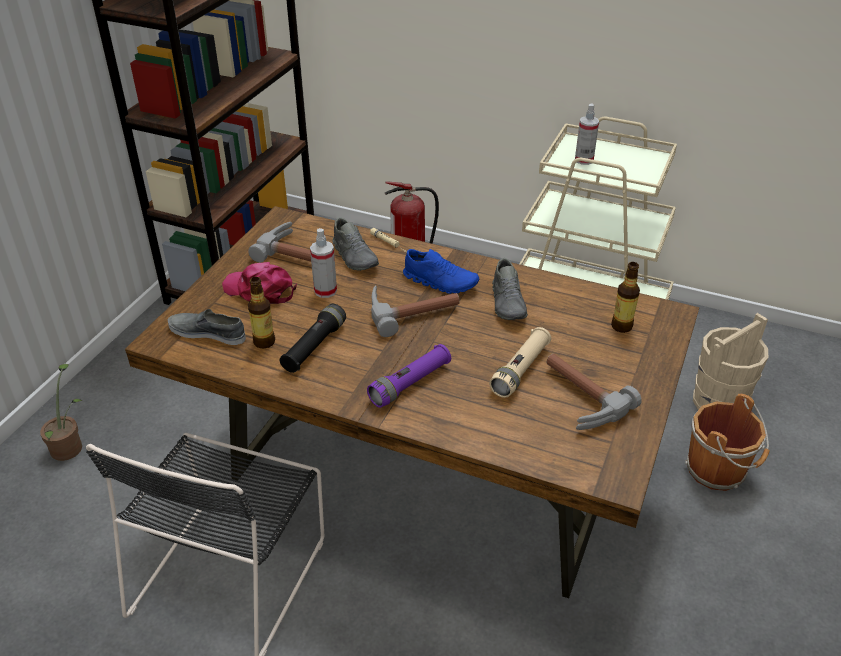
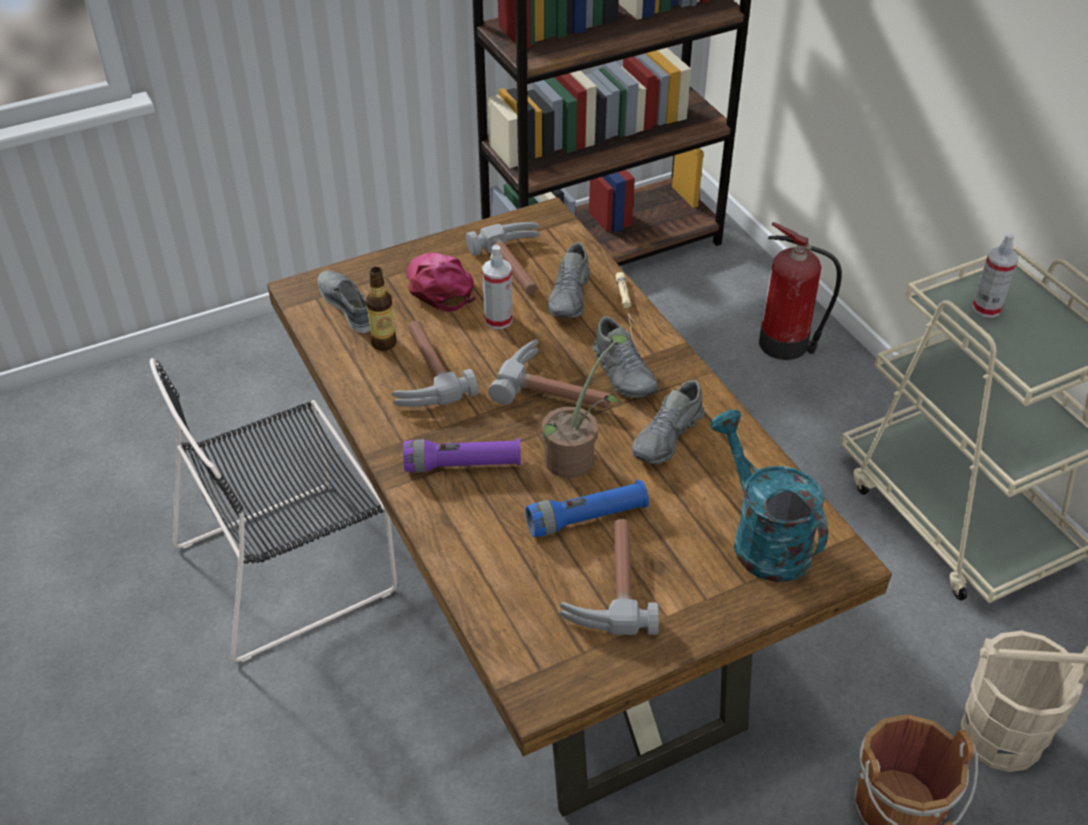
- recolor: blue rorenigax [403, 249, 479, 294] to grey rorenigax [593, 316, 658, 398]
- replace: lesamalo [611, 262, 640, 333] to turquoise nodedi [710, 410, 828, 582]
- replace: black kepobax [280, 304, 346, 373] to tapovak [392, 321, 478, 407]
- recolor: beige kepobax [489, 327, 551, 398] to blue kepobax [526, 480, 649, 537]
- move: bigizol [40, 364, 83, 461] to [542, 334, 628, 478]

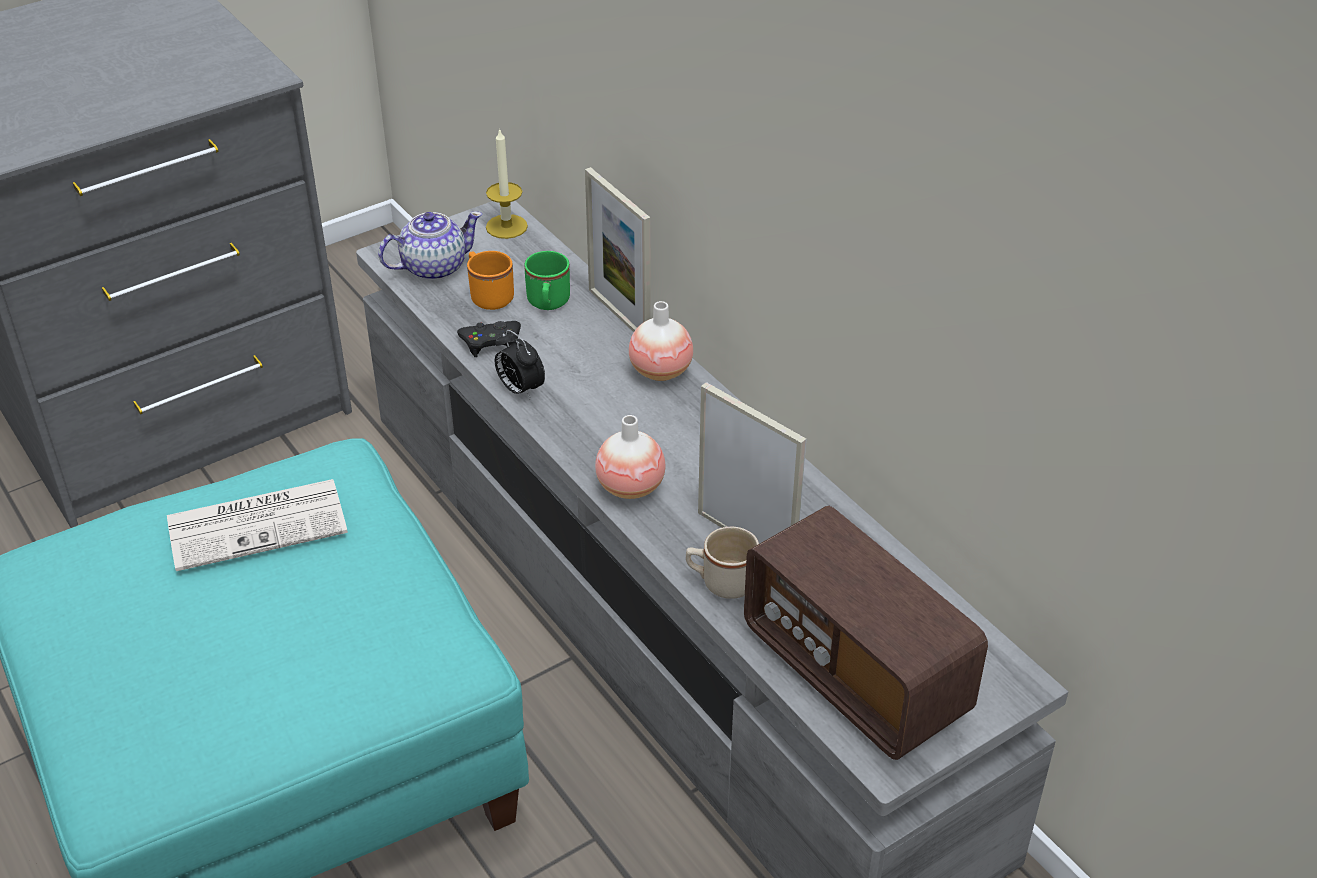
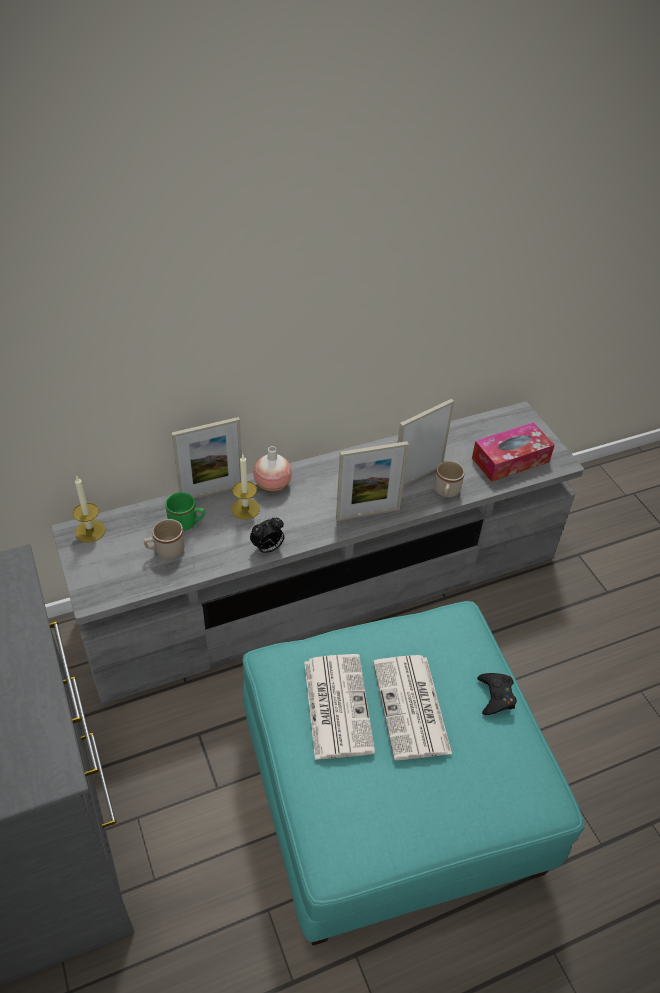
- delete: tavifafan [378, 211, 482, 280]
- recolor: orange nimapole [467, 251, 514, 310] to beige nimapole [144, 519, 185, 559]
- move: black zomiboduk [457, 321, 521, 357] to [477, 673, 517, 715]
- replace: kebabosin [595, 415, 666, 499] to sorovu [336, 441, 409, 521]
- replace: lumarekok [744, 506, 988, 760] to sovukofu [472, 422, 555, 482]
- insert: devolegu [232, 455, 260, 520]
- insert: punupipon [373, 655, 452, 760]

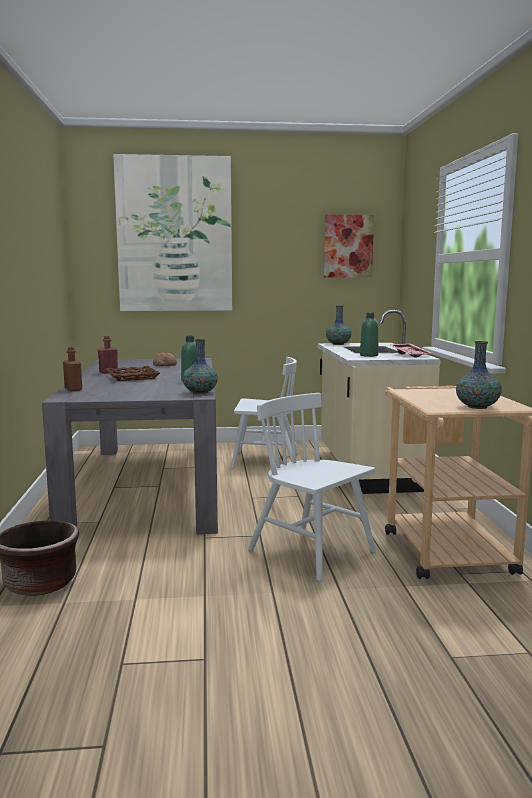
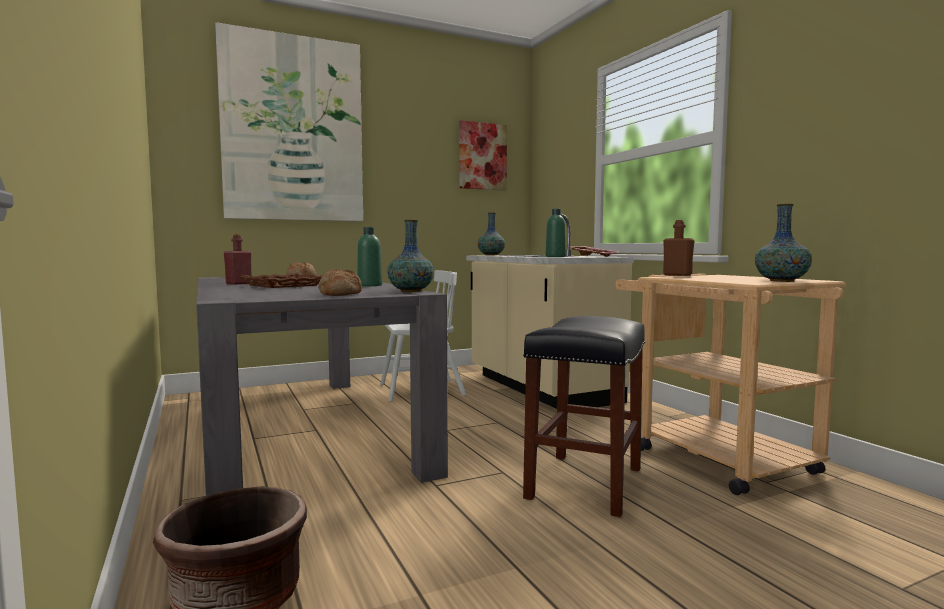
- move: brown lesamalo [63, 346, 82, 391] to [663, 220, 695, 276]
- replace: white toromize [248, 393, 376, 581] to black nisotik [523, 316, 645, 517]
- insert: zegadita [319, 269, 362, 296]

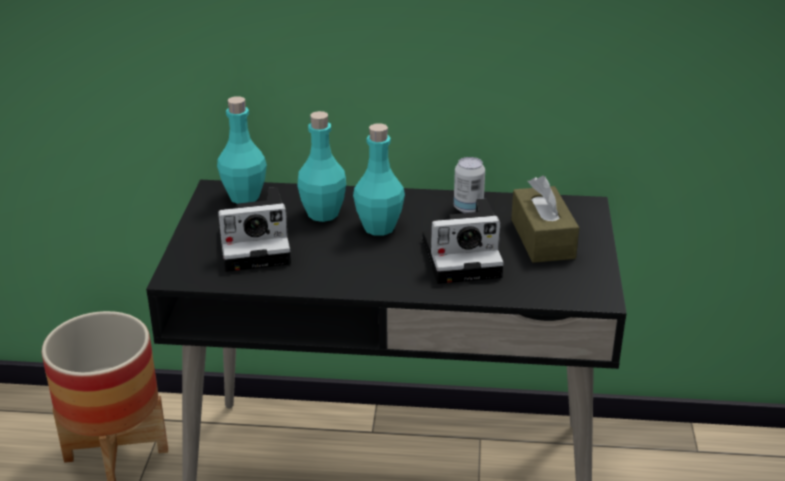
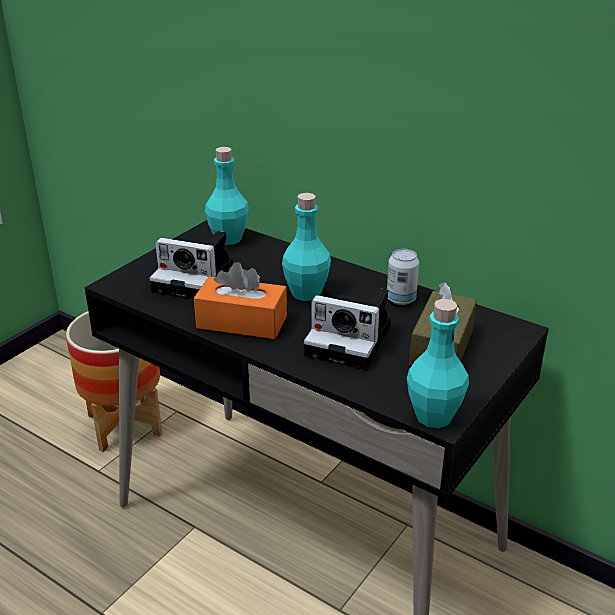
- move: turquoise lesamalo [298, 111, 346, 222] to [407, 299, 469, 428]
- insert: orange sovukofu [194, 262, 287, 339]

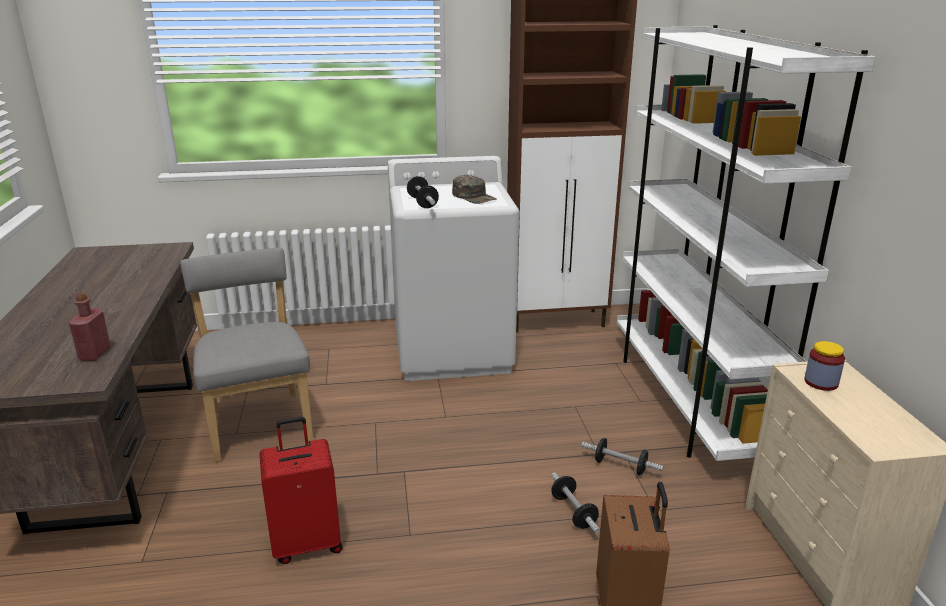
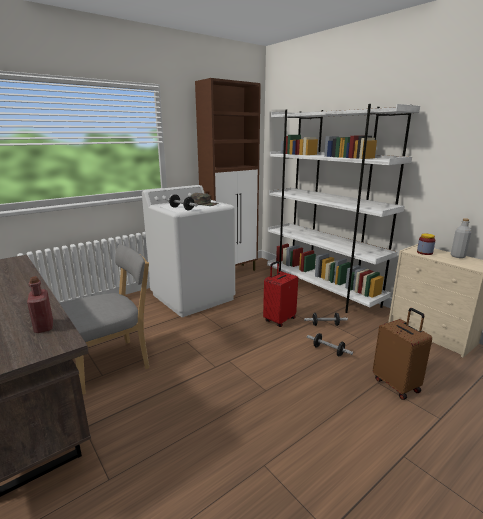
- rotate: grey toromize [180, 248, 313, 462] = [59, 244, 149, 395] 105 degrees clockwise
- move: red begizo [259, 417, 343, 564] to [263, 261, 298, 327]
- insert: grey lesamalo [451, 218, 472, 258]

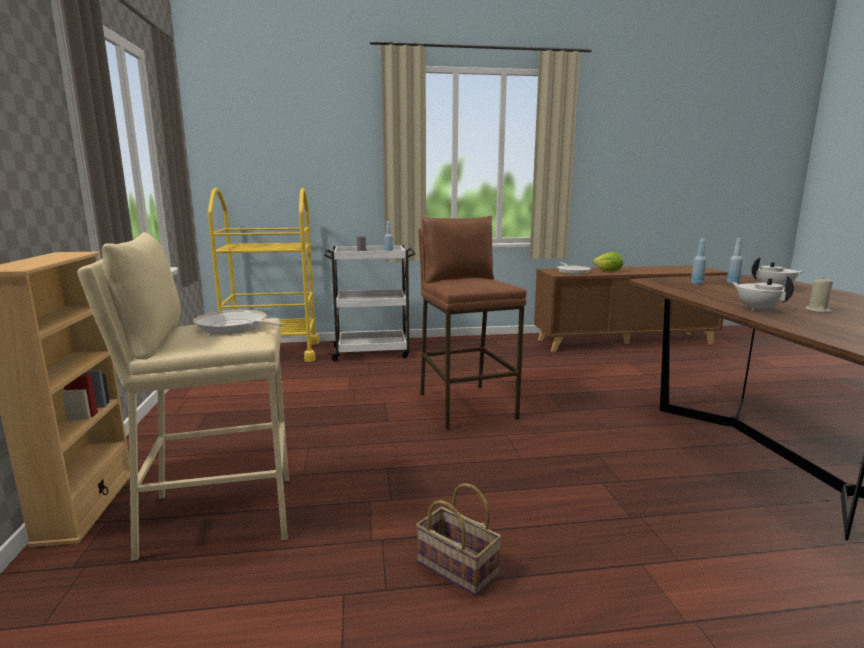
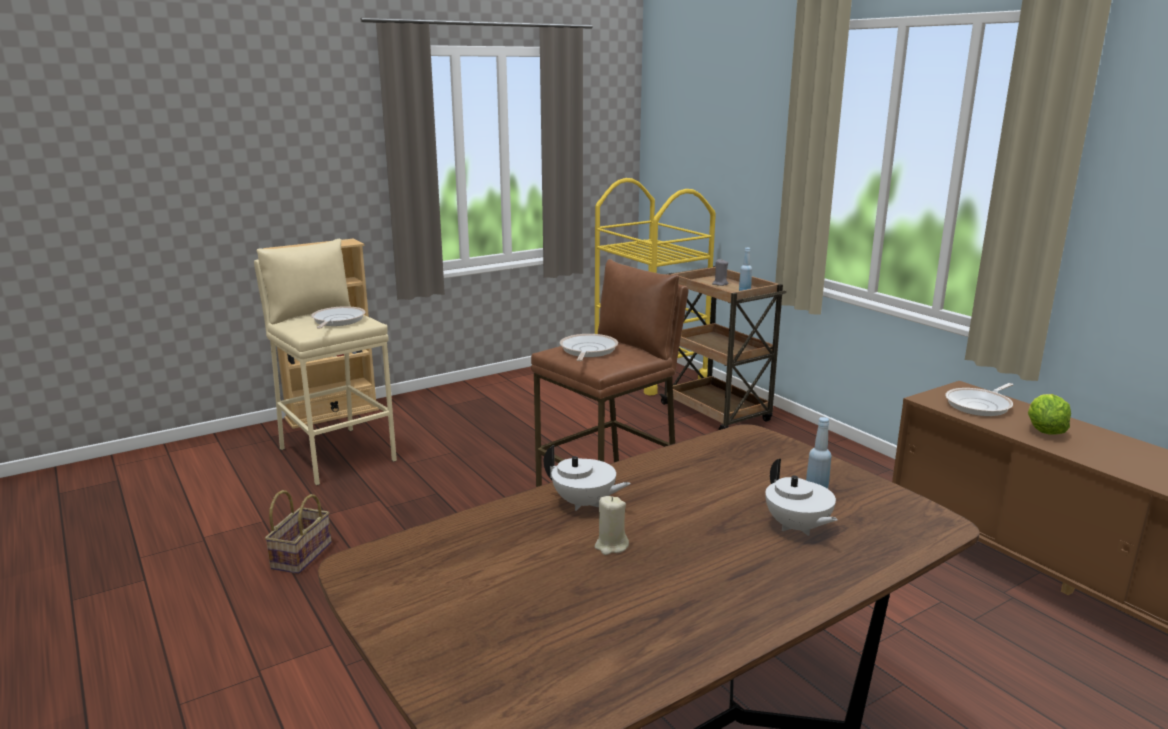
- delete: blue lesamalo [691, 238, 707, 284]
- recolor: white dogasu [324, 245, 415, 361] to brown dogasu [659, 266, 787, 430]
- rotate: white tavifafan [732, 275, 794, 312] = [544, 445, 631, 511] 75 degrees clockwise
- insert: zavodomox [560, 334, 618, 361]

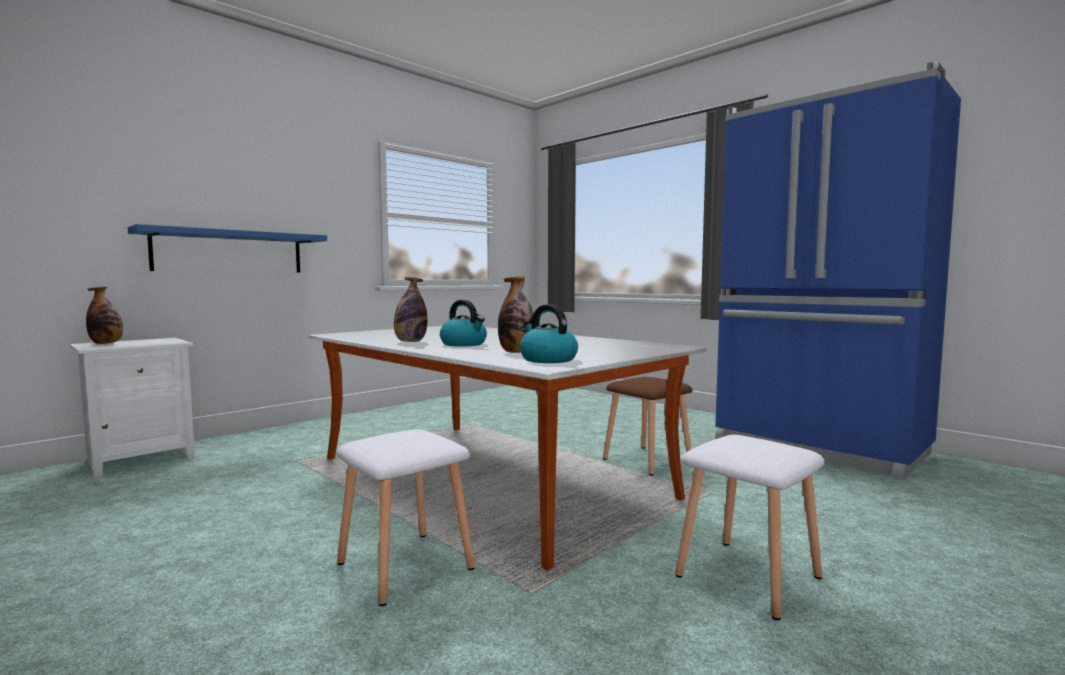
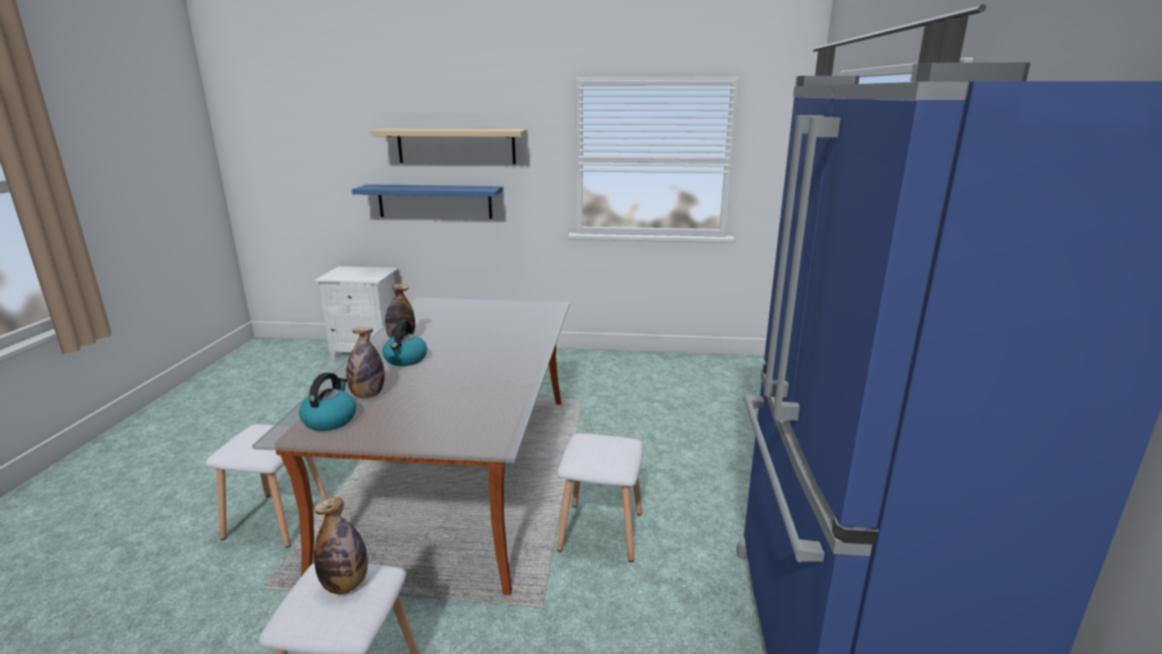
- move: lesamalo [86, 286, 123, 344] to [314, 497, 368, 594]
- recolor: brown nisotik [603, 377, 693, 475] to white nisotik [557, 433, 643, 562]
- insert: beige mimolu [371, 128, 527, 164]

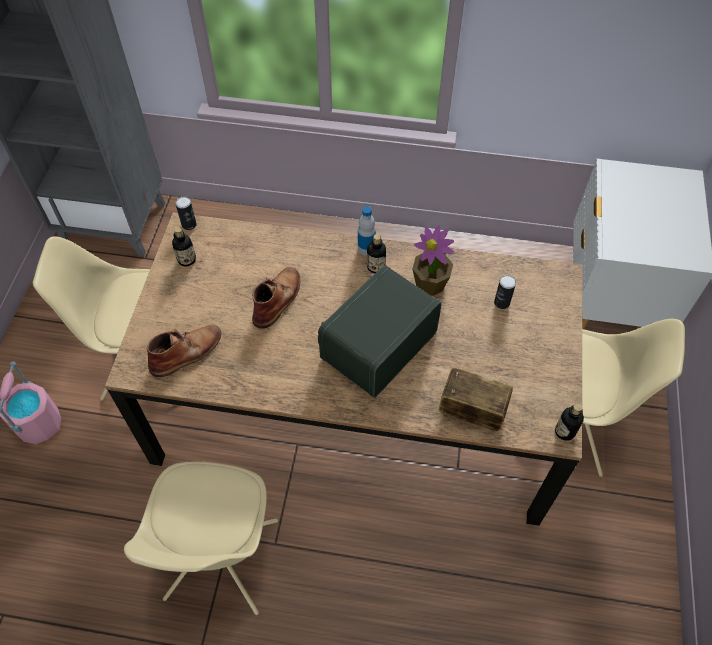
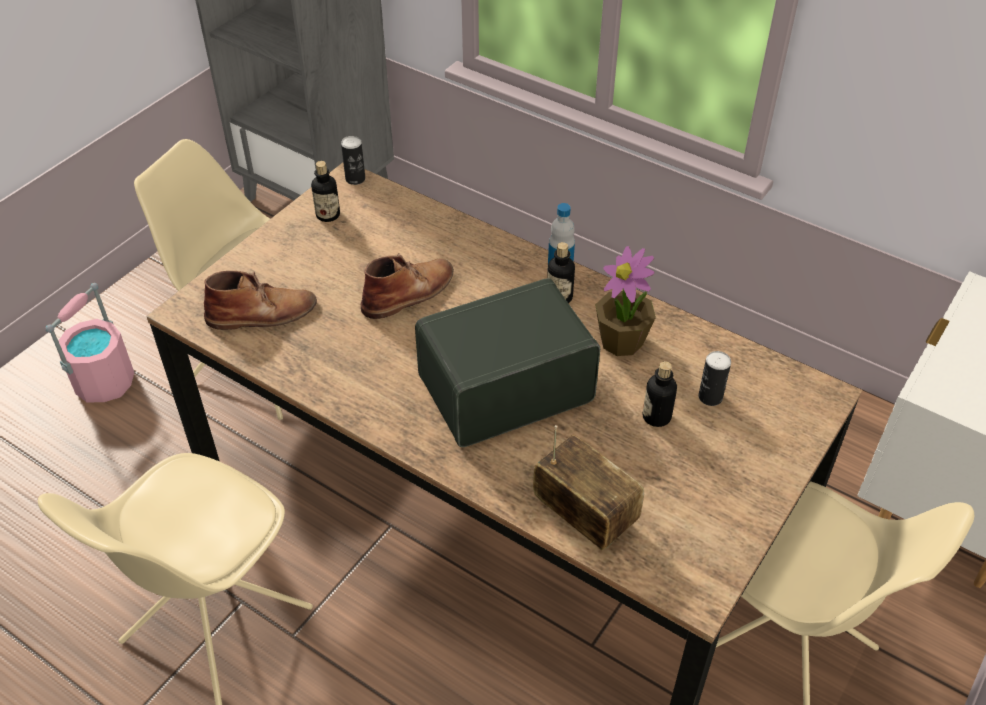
- move: lesamalo [555, 403, 584, 441] to [643, 361, 677, 427]

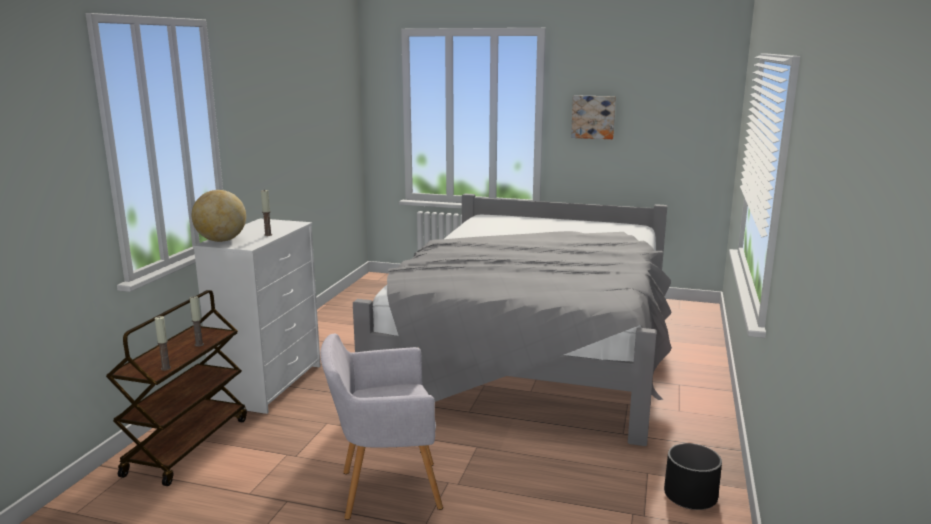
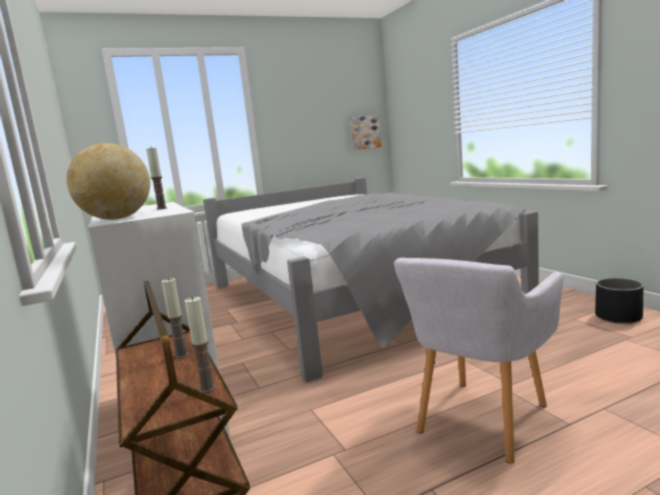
- move: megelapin [571, 95, 616, 139] to [350, 115, 381, 150]

